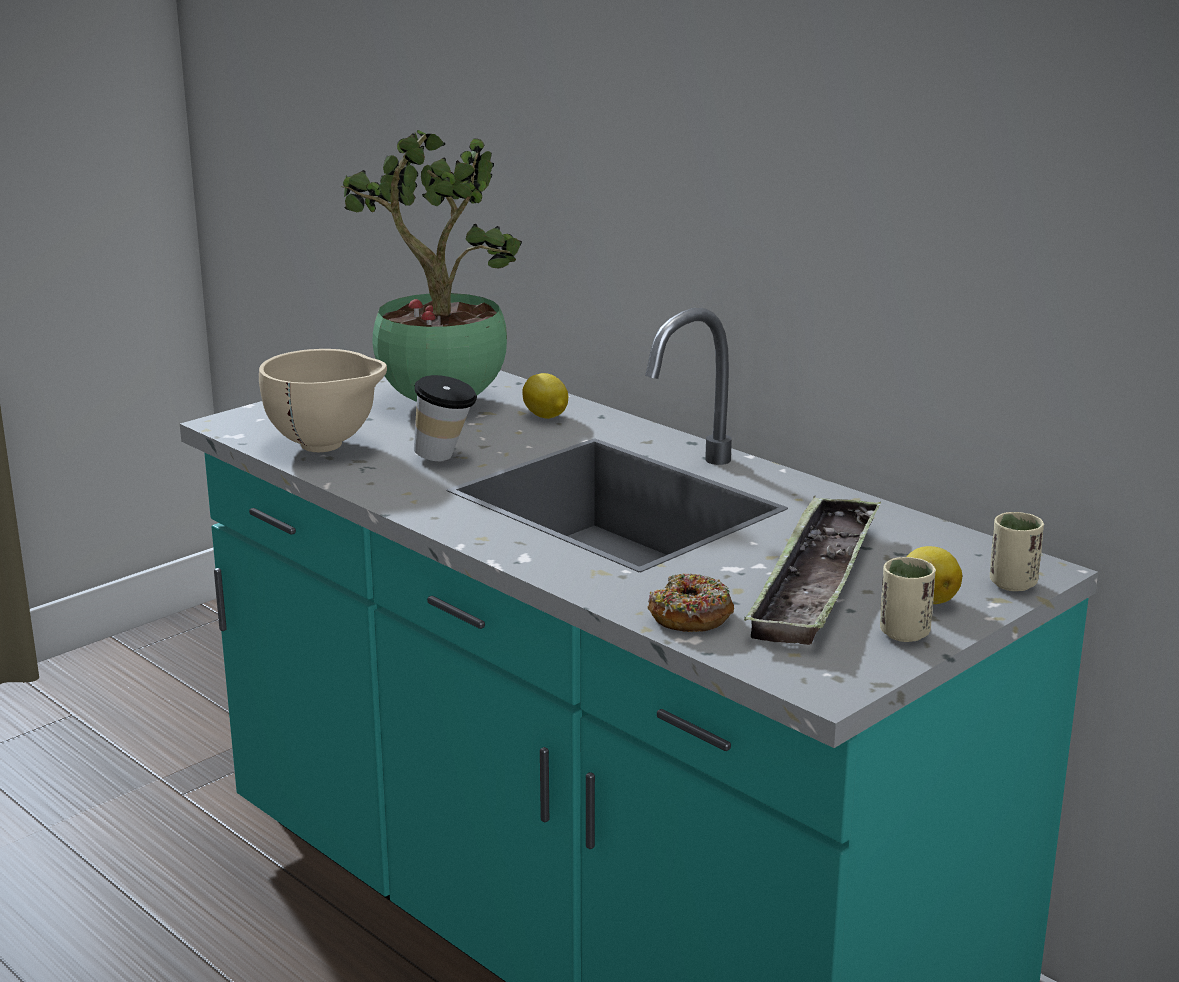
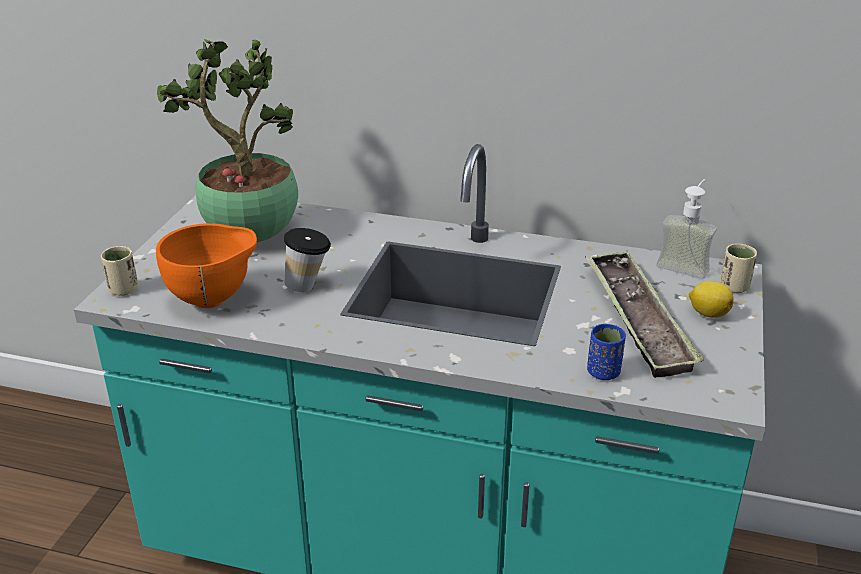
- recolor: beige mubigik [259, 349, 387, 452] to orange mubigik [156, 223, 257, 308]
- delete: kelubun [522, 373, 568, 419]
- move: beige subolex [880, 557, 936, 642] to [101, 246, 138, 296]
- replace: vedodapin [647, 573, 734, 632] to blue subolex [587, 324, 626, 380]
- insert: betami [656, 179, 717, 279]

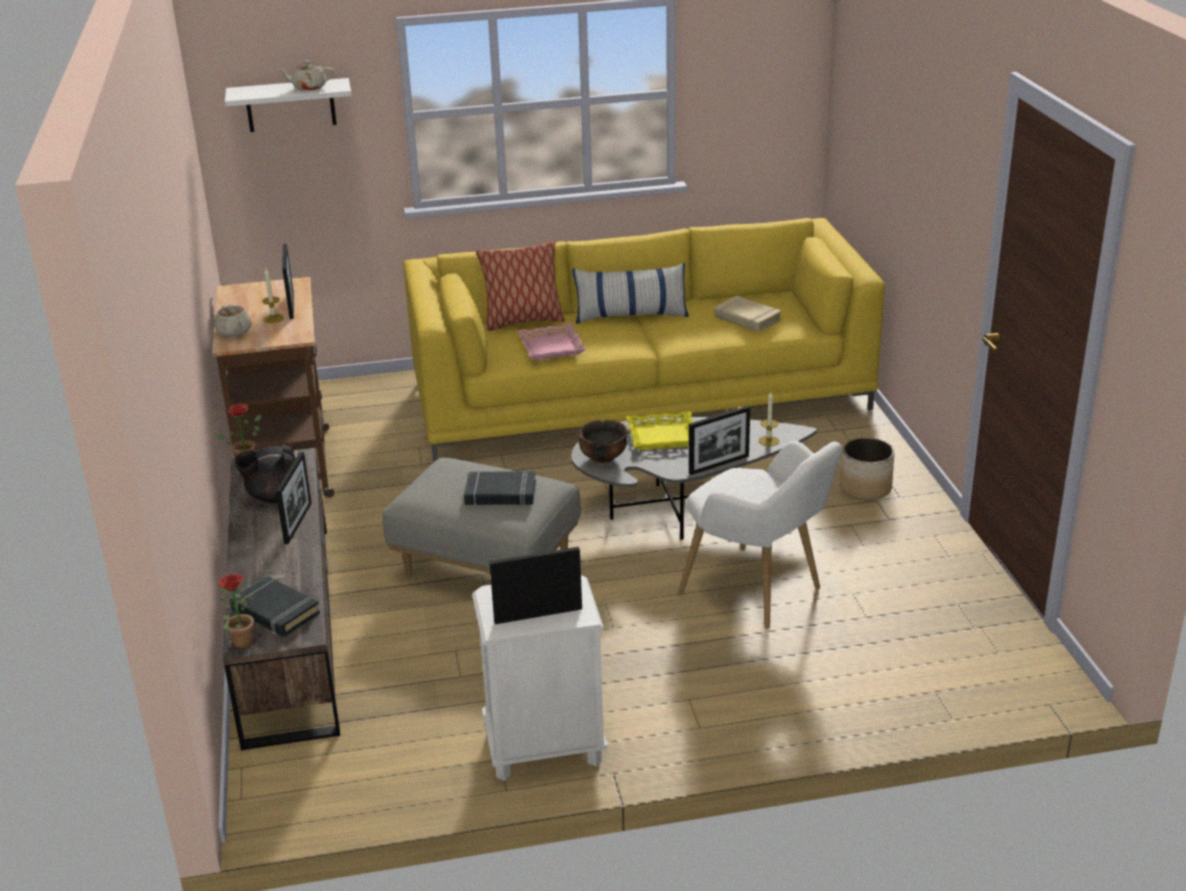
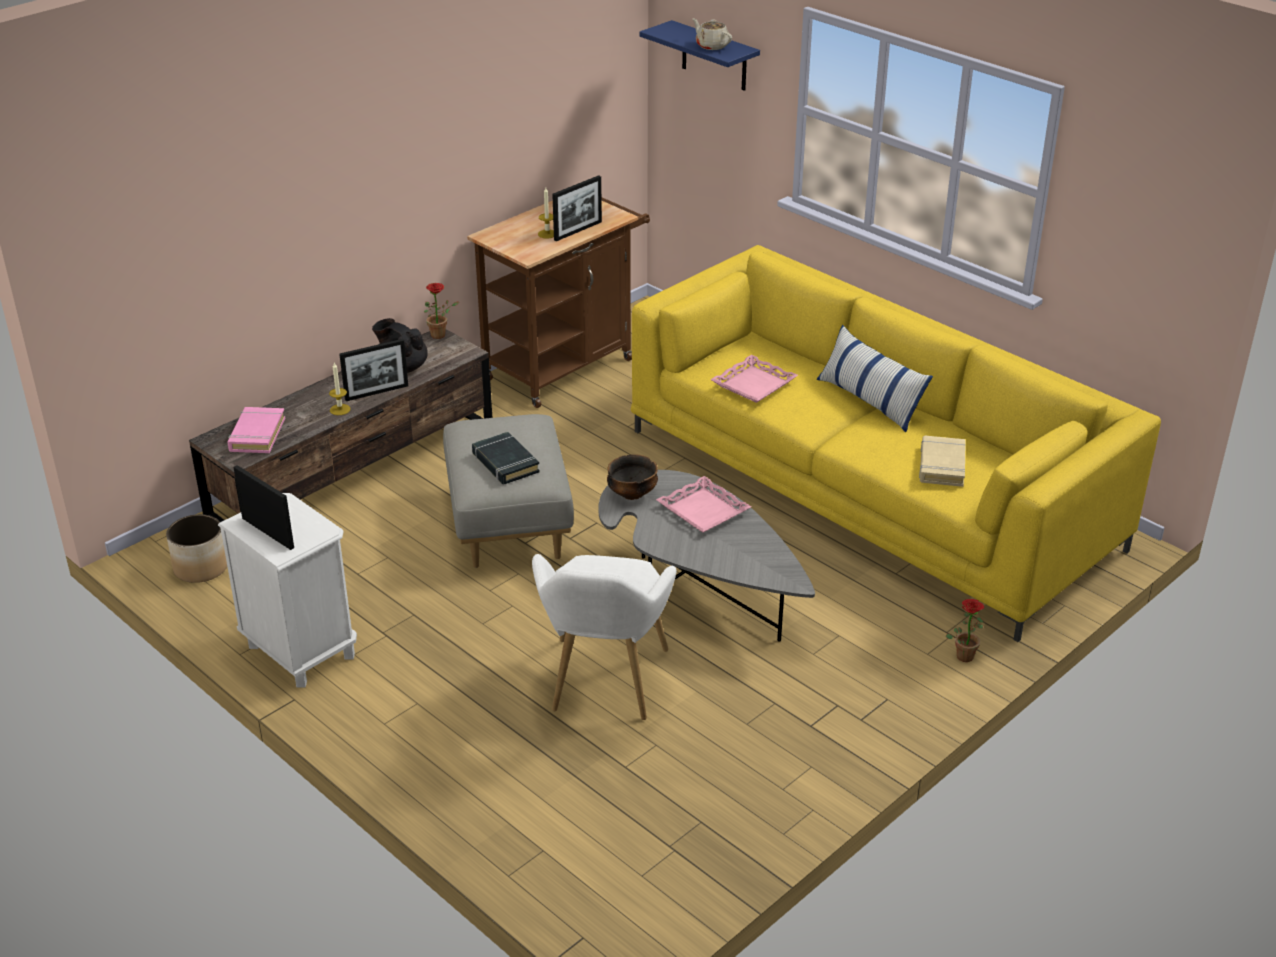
- recolor: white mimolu [225, 78, 352, 132] to blue mimolu [639, 20, 760, 91]
- delete: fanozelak [476, 241, 565, 331]
- delete: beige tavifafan [214, 305, 252, 337]
- move: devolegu [758, 392, 779, 446] to [329, 363, 351, 415]
- delete: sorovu [689, 406, 750, 475]
- recolor: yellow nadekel [626, 411, 693, 450] to pink nadekel [656, 476, 751, 533]
- move: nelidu [840, 438, 895, 500] to [166, 514, 227, 583]
- move: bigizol [218, 574, 254, 649] to [946, 599, 984, 662]
- recolor: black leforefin [230, 575, 320, 637] to pink leforefin [228, 407, 285, 453]

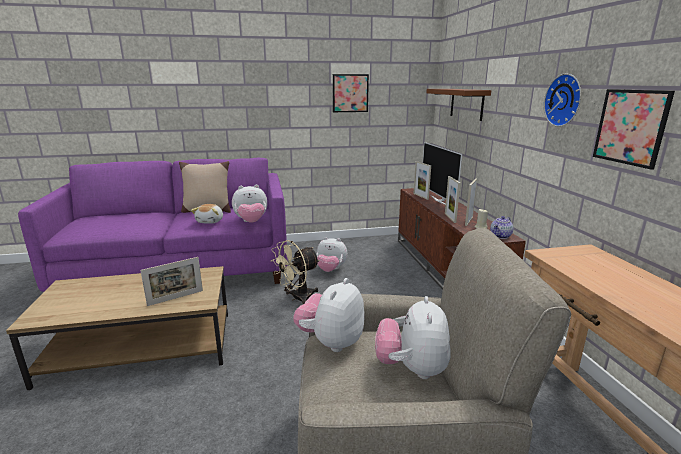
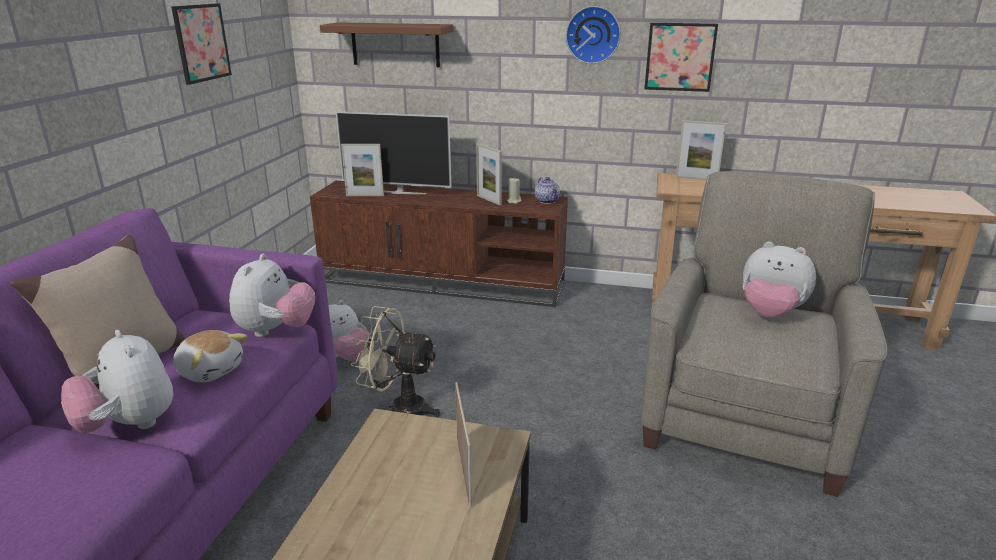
- move: sorovu [445, 176, 460, 223] to [676, 120, 726, 180]
- rotate: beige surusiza [271, 240, 320, 305] = [351, 306, 440, 417] 120 degrees clockwise
- move: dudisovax [293, 278, 364, 352] to [61, 330, 173, 433]

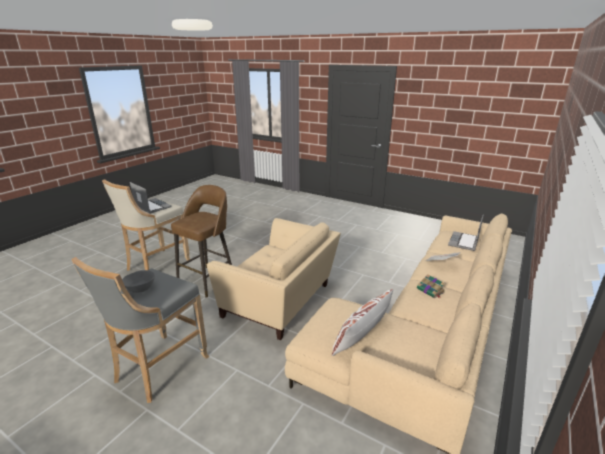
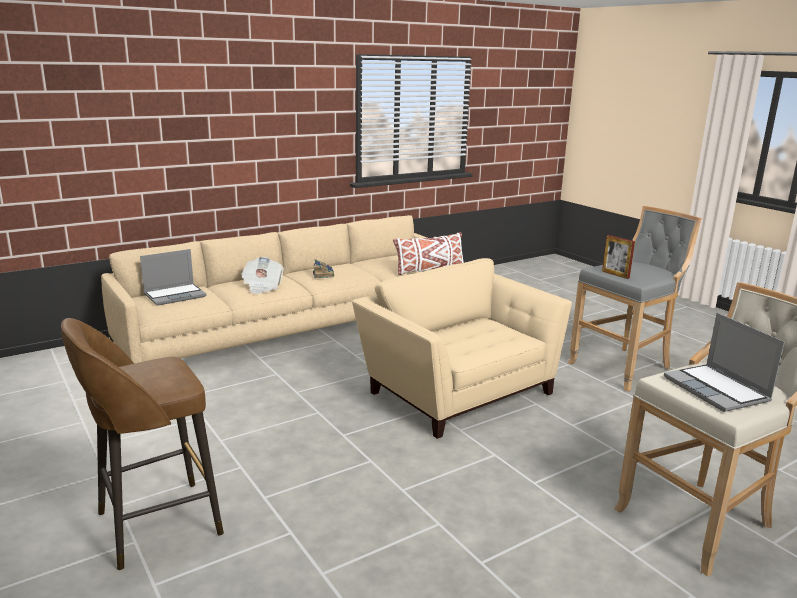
- move: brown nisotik [171, 185, 232, 298] to [61, 318, 224, 570]
- delete: grey mubigik [122, 270, 155, 293]
- insert: sorovu [602, 235, 635, 279]

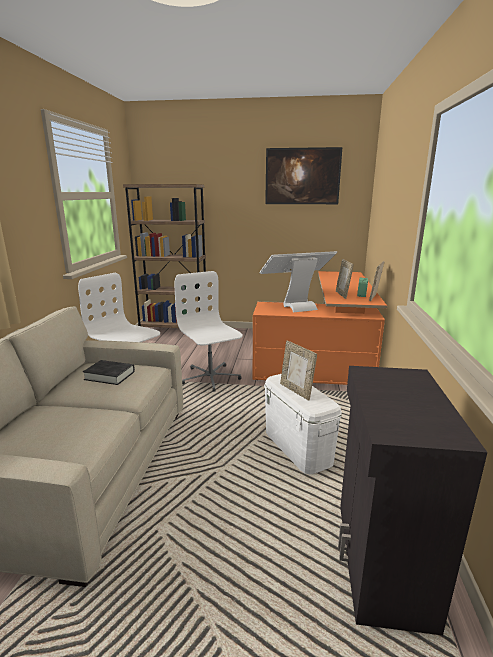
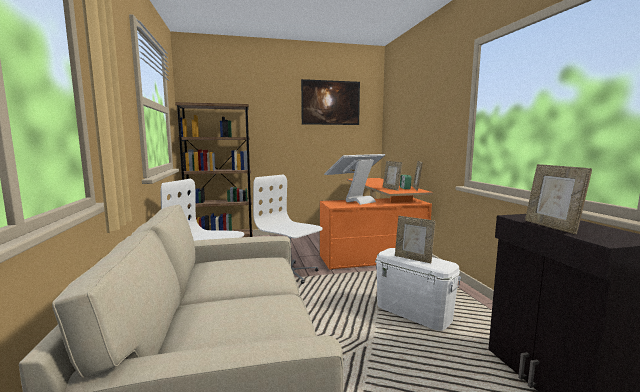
- delete: black leforefin [83, 360, 135, 385]
- insert: sorovu [525, 164, 592, 234]

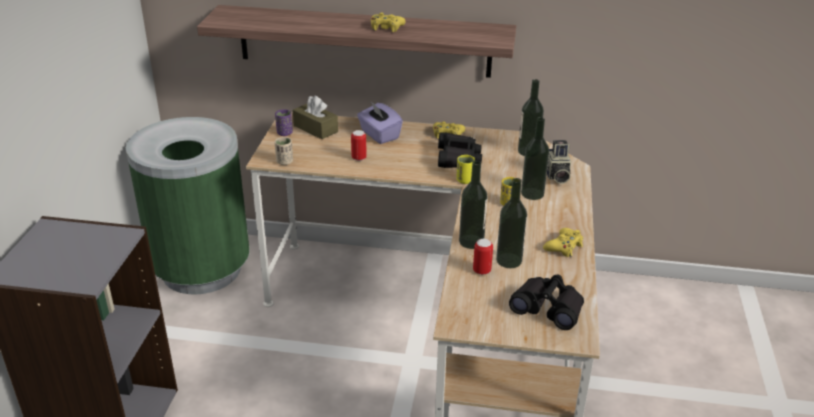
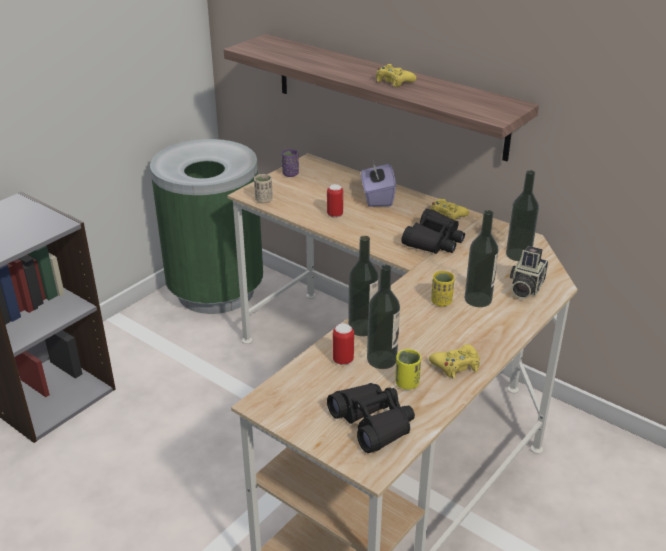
- delete: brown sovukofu [293, 96, 338, 139]
- move: yellow subolex [457, 155, 475, 184] to [395, 349, 421, 390]

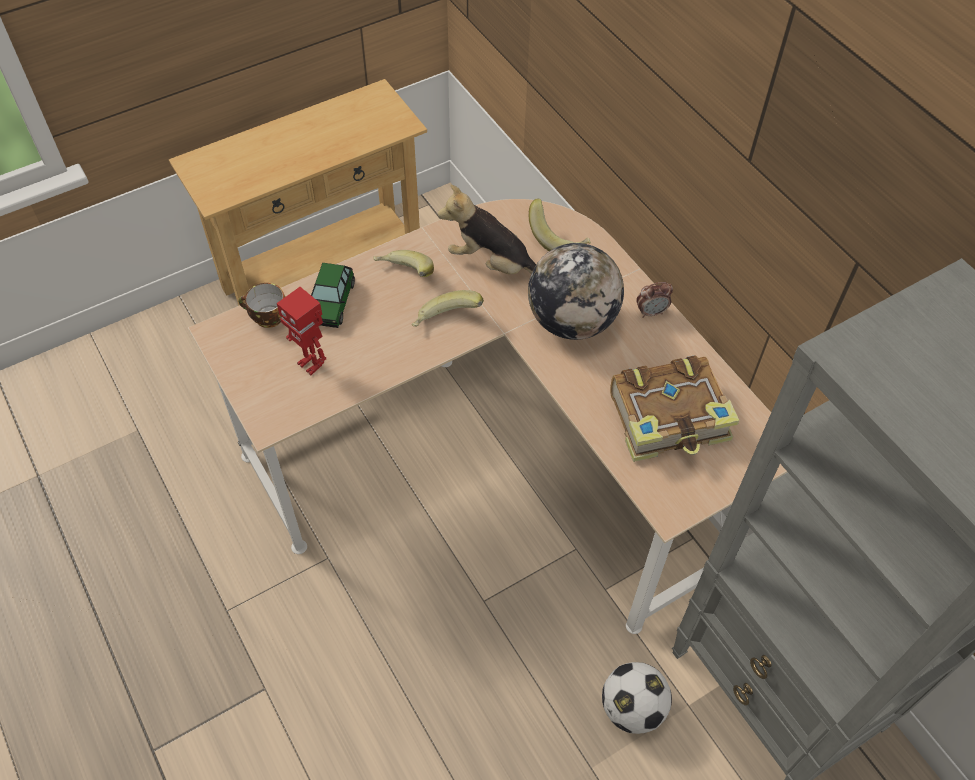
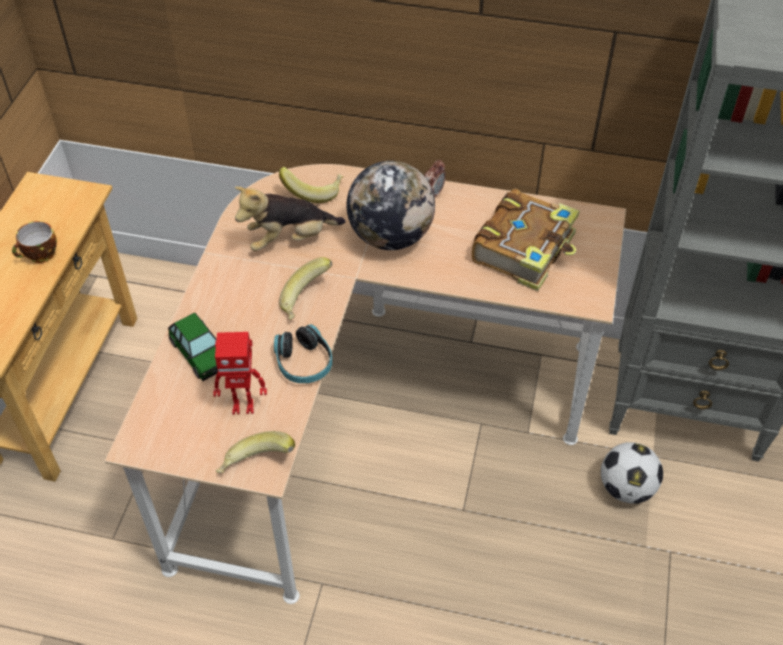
- move: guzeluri [373, 250, 434, 277] to [216, 431, 295, 473]
- move: subolex [238, 283, 285, 328] to [12, 221, 57, 263]
- insert: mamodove [274, 324, 332, 383]

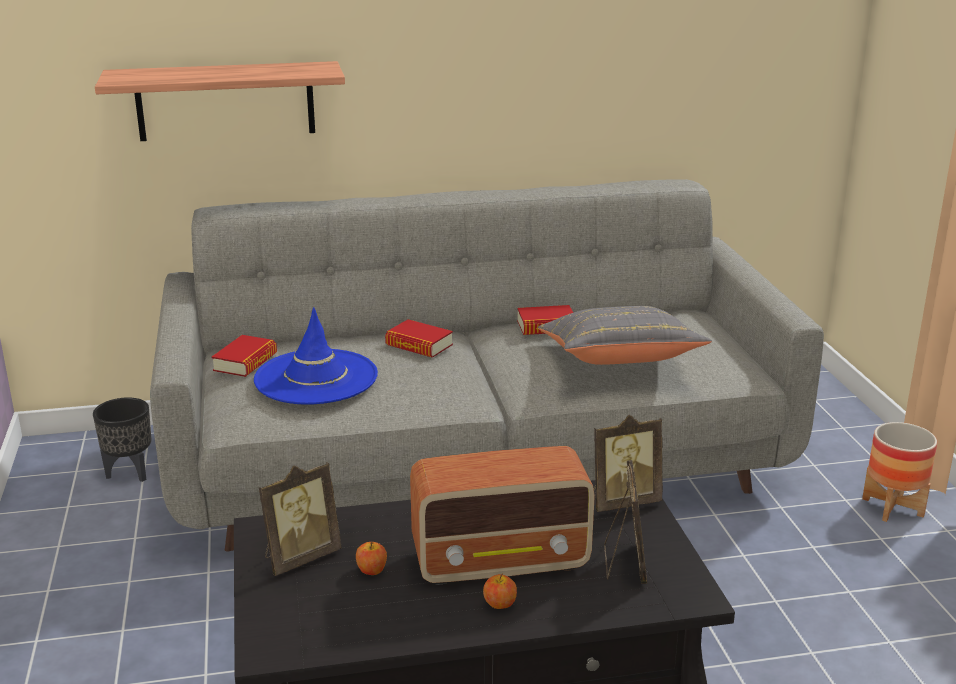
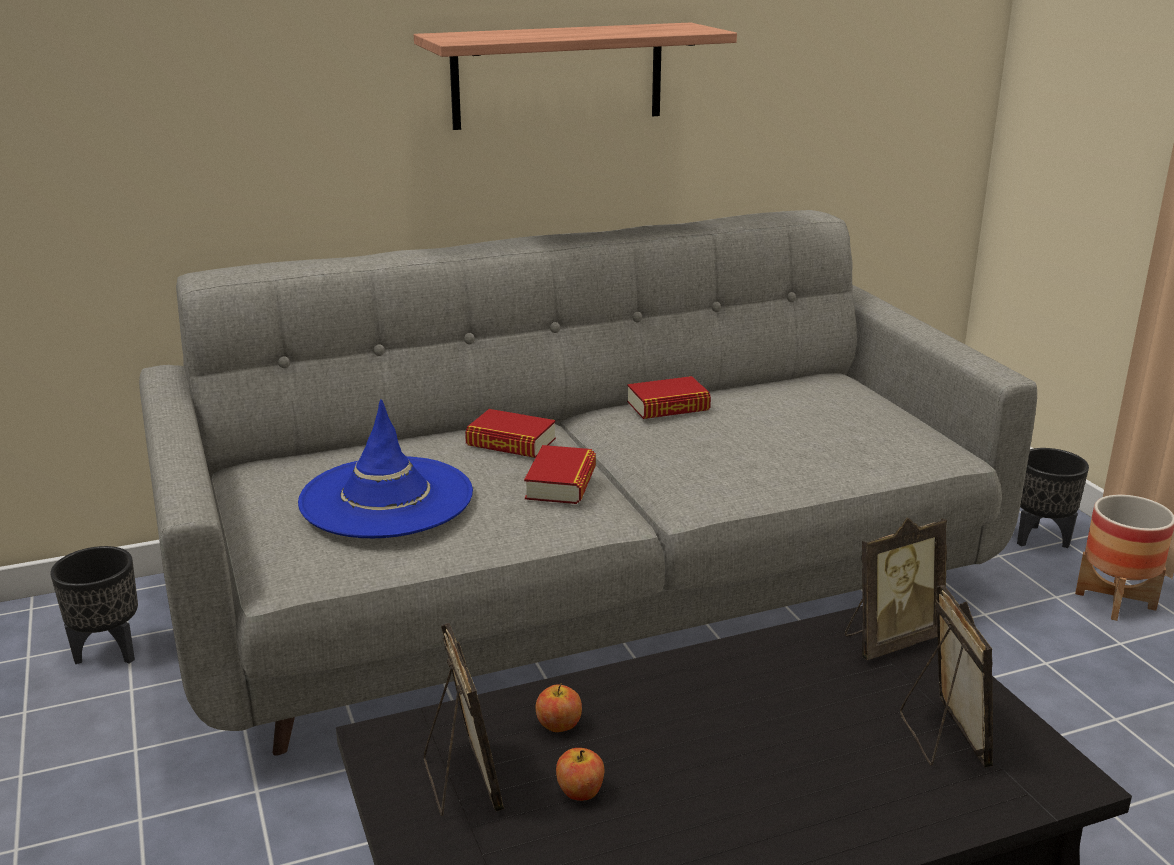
- move: mimolu [95, 61, 345, 141] to [414, 22, 737, 130]
- delete: grey fanozelak [538, 306, 712, 365]
- move: leforefin [212, 335, 277, 377] to [524, 445, 596, 504]
- delete: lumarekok [410, 446, 595, 585]
- rotate: sorovu [259, 462, 342, 576] = [424, 623, 504, 816] 60 degrees counterclockwise
- move: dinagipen [483, 573, 517, 609] to [536, 683, 582, 732]
- insert: black nelidu [1017, 448, 1089, 548]

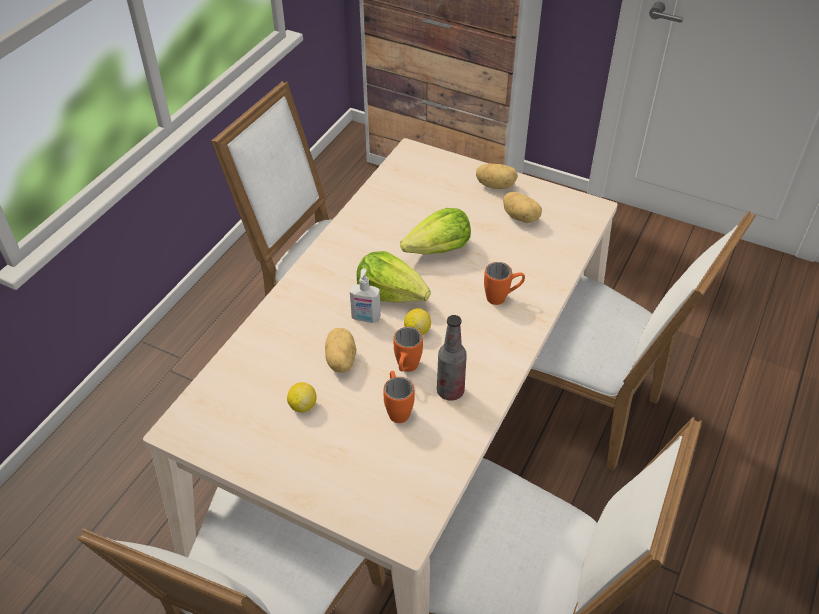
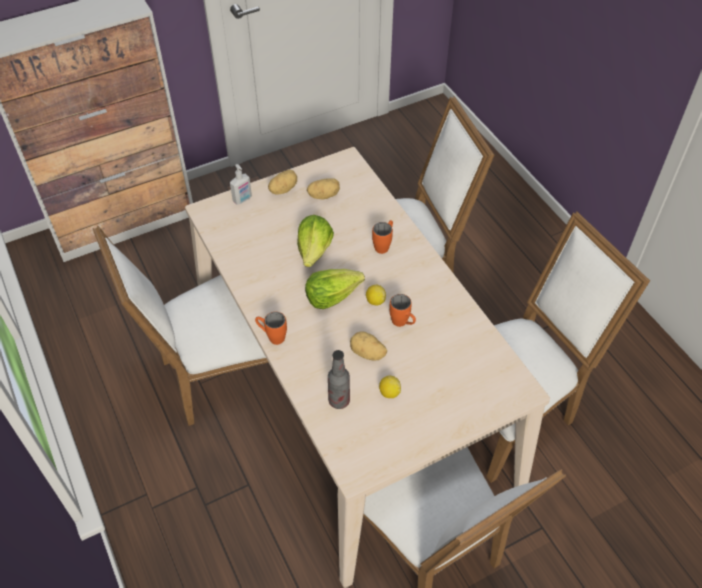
- move: betami [350, 268, 381, 323] to [230, 164, 252, 205]
- move: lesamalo [437, 315, 467, 401] to [328, 350, 350, 409]
- move: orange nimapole [383, 371, 414, 423] to [255, 312, 287, 345]

